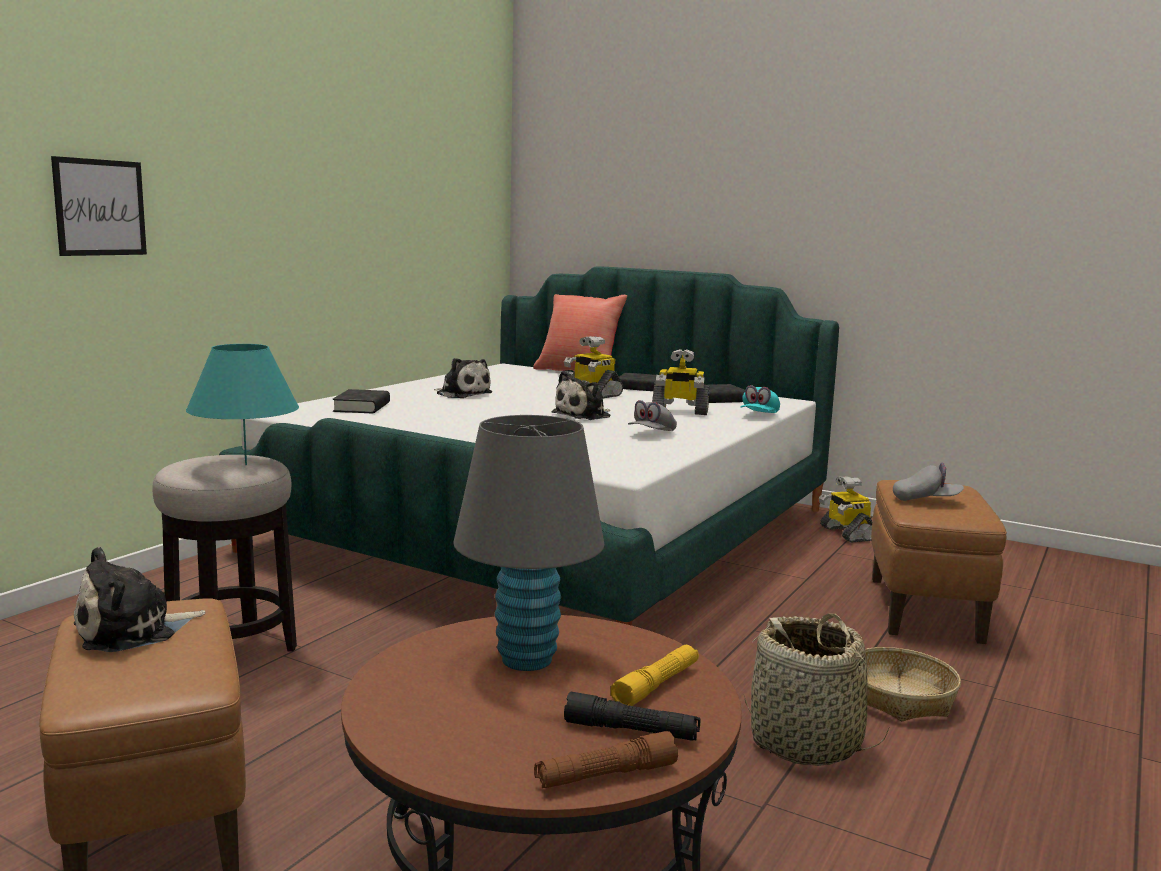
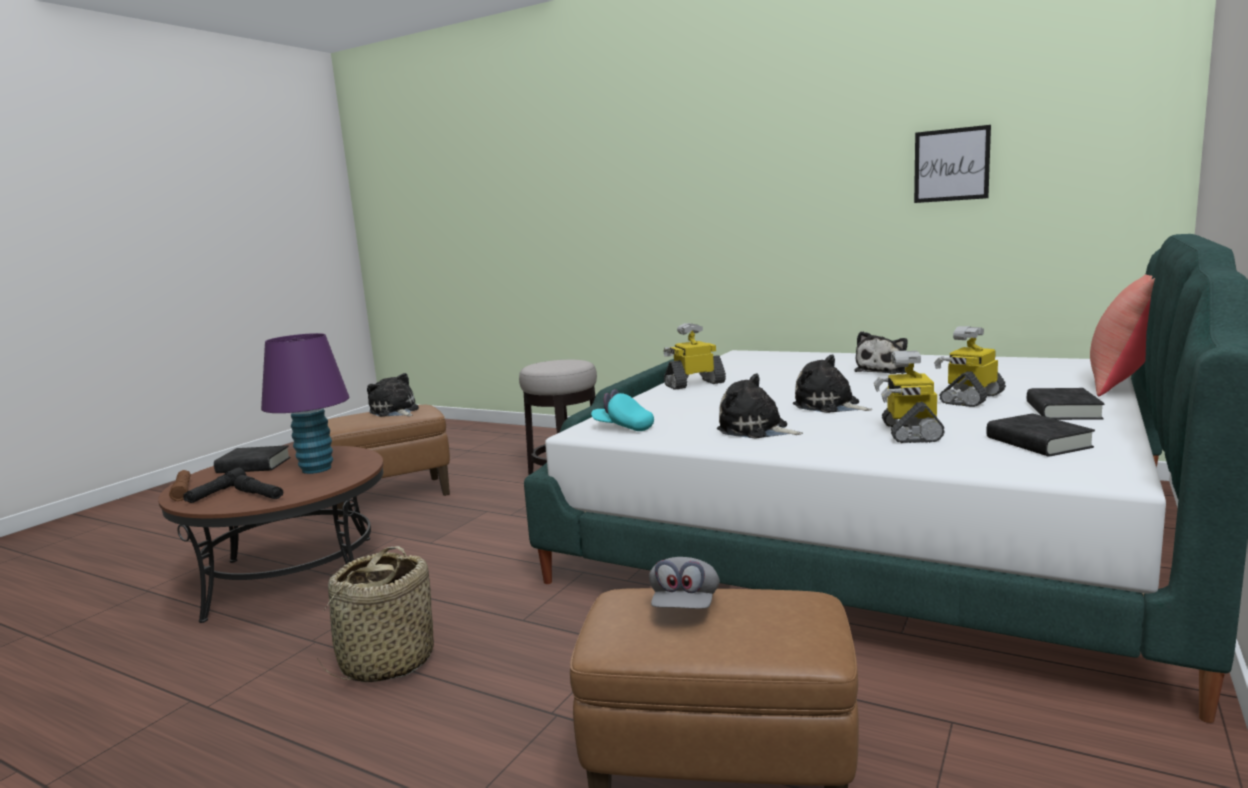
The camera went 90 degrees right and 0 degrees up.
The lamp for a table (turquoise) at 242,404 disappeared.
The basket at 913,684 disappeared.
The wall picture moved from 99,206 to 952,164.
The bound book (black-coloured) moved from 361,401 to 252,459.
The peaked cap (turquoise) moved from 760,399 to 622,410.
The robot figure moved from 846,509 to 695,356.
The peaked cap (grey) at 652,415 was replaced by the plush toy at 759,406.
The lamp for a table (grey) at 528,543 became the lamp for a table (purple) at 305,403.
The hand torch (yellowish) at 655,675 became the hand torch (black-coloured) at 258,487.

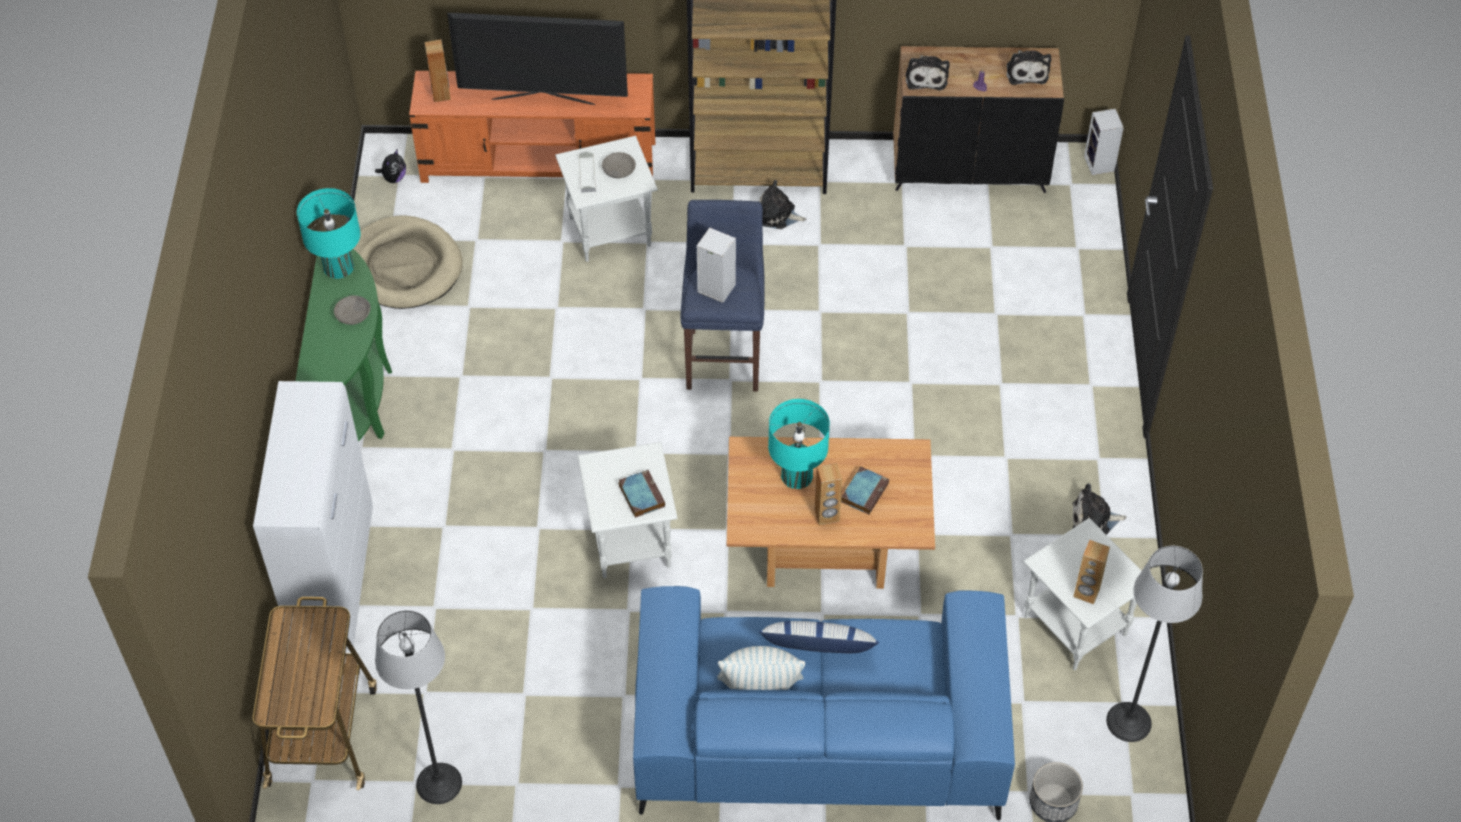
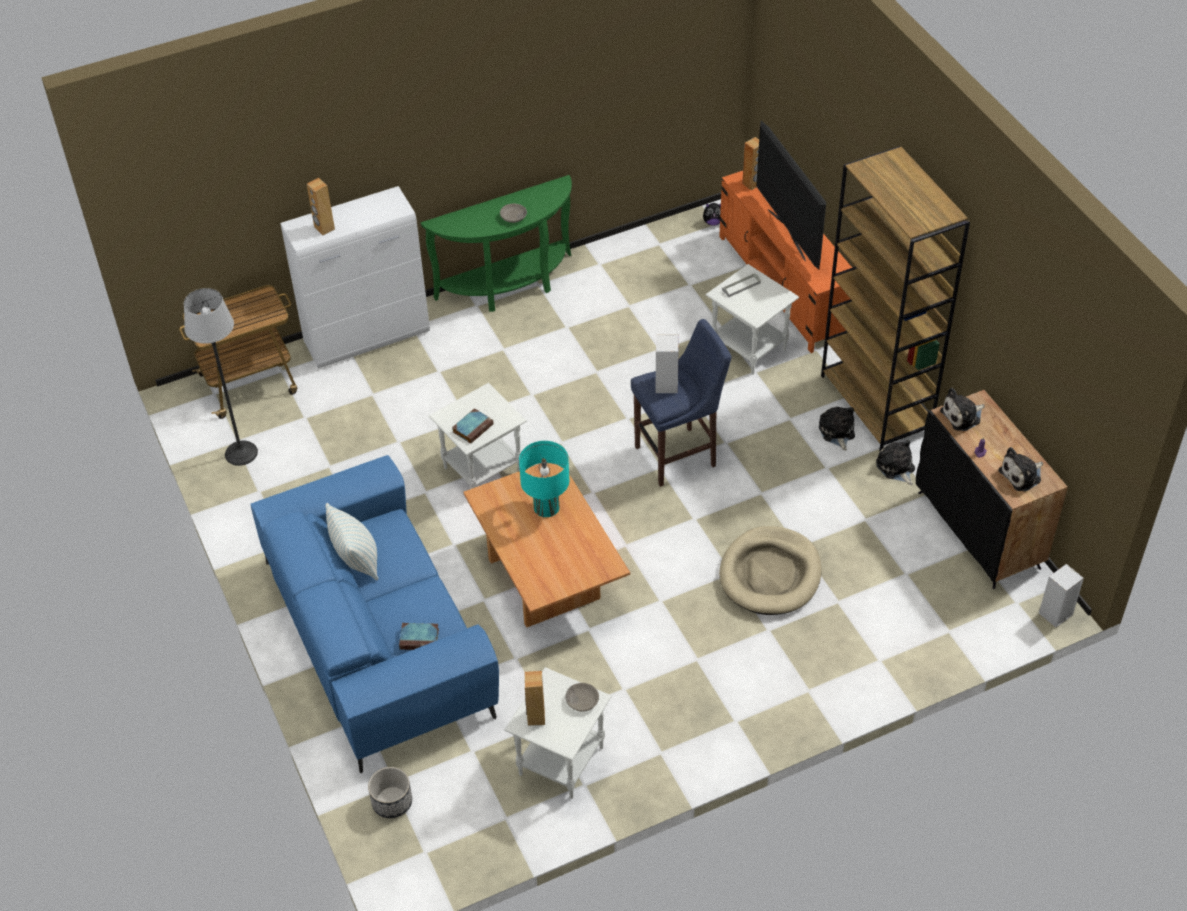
The camera went 65 degrees right and 5 degrees down.
The lamp for a table (turquoise) at 329,233 disappeared.
The cushion at 819,637 disappeared.
The standard lamp at 1154,644 disappeared.
The dog bed (beige-coloured) moved from 408,262 to 770,570.
The deep dish (grey) moved from 619,165 to 582,697.
The speaker (brown) moved from 828,494 to 321,206.
The bound book moved from 865,490 to 419,636.
The plush toy moved from 1100,509 to 895,462.

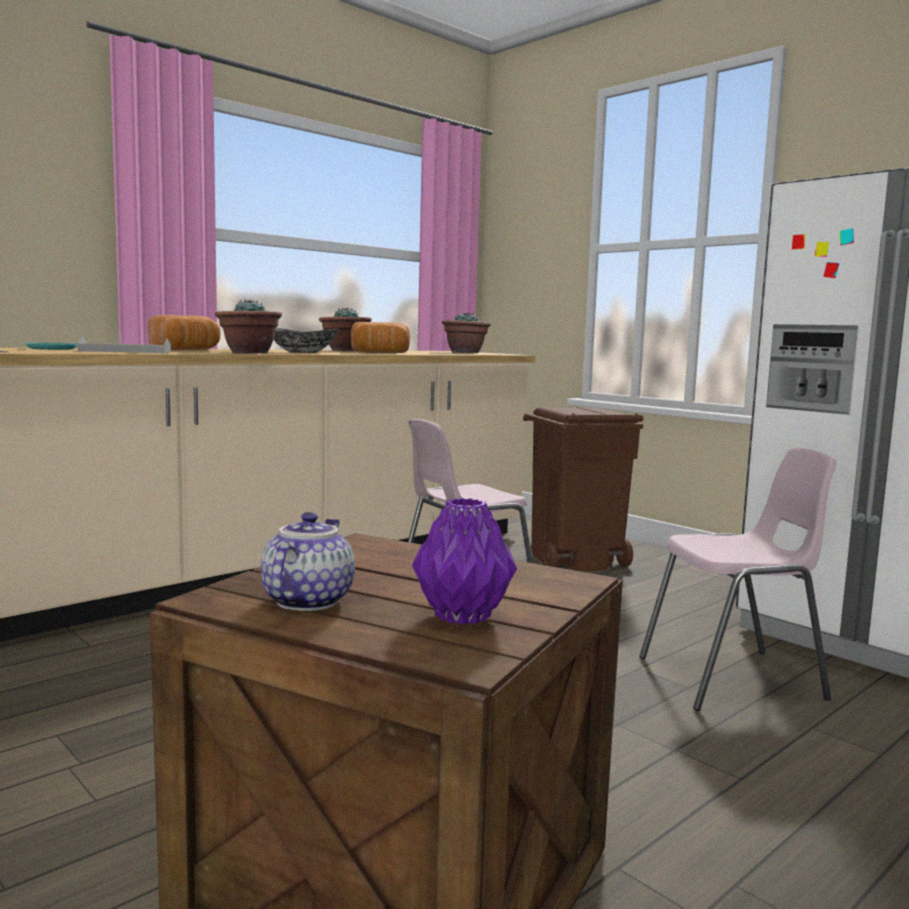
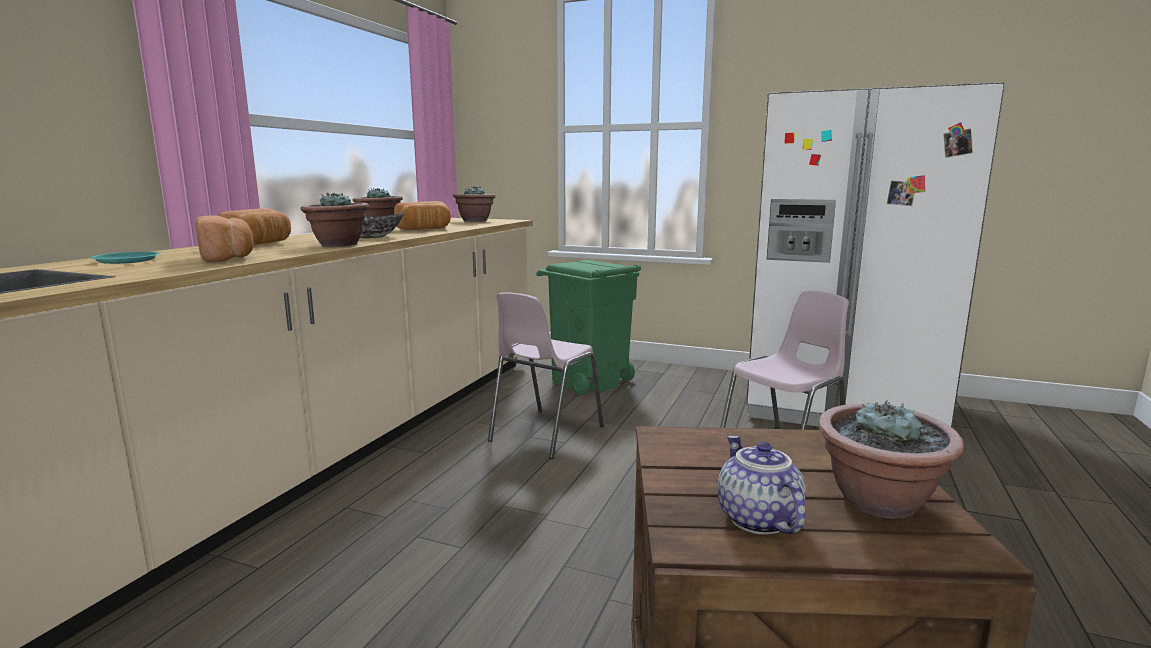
The camera went 25 degrees left and 5 degrees up.
The carrying tray (grey) at 124,344 was replaced by the baked bread at 224,238.
The flower vase (purple) at 464,561 was replaced by the potted plant at 891,459.
The waste bin (brown) at 583,489 became the waste bin (green-coloured) at 588,327.

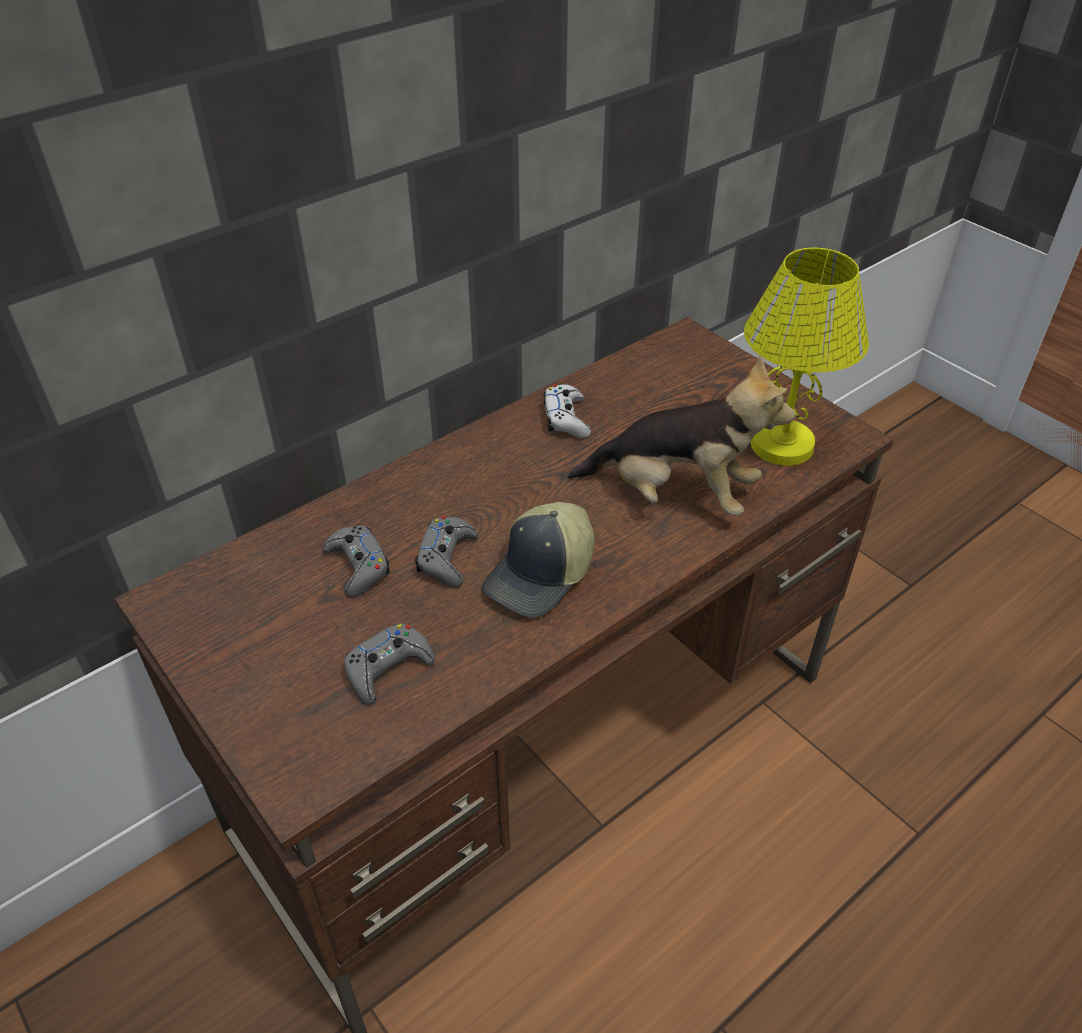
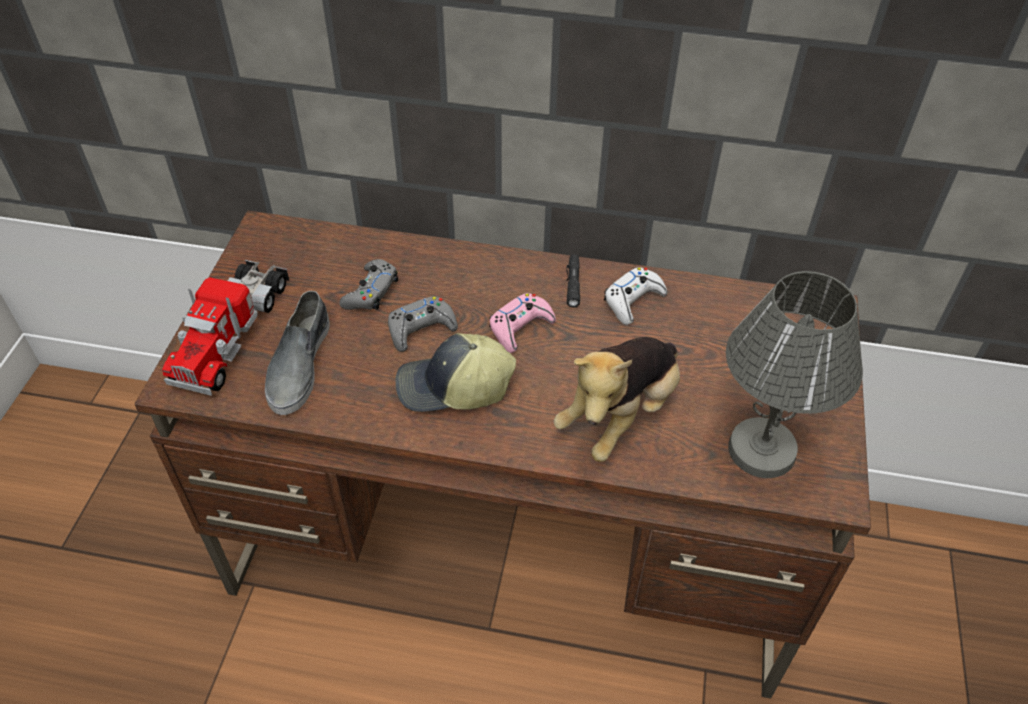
The camera went 50 degrees right and 5 degrees up.
The toy lorry at 225,328 appeared.
The game controller (pink-coloured) at 522,323 appeared.
The hand torch (black-coloured) at 573,280 appeared.
The game controller (grey) at 389,664 was replaced by the item of footwear (grey) at 297,353.
The lamp for a table (yellowish) at 806,357 became the lamp for a table (grey) at 794,374.
The plush toy at 681,436 turned 60 degrees clockwise.

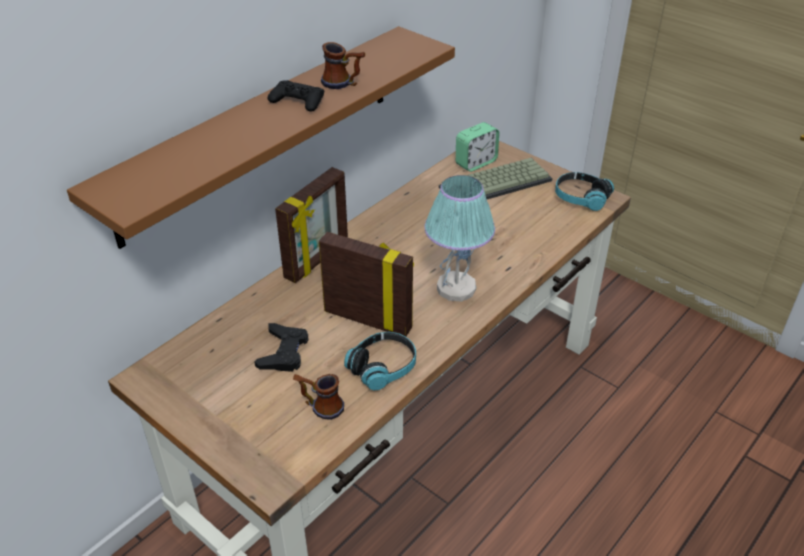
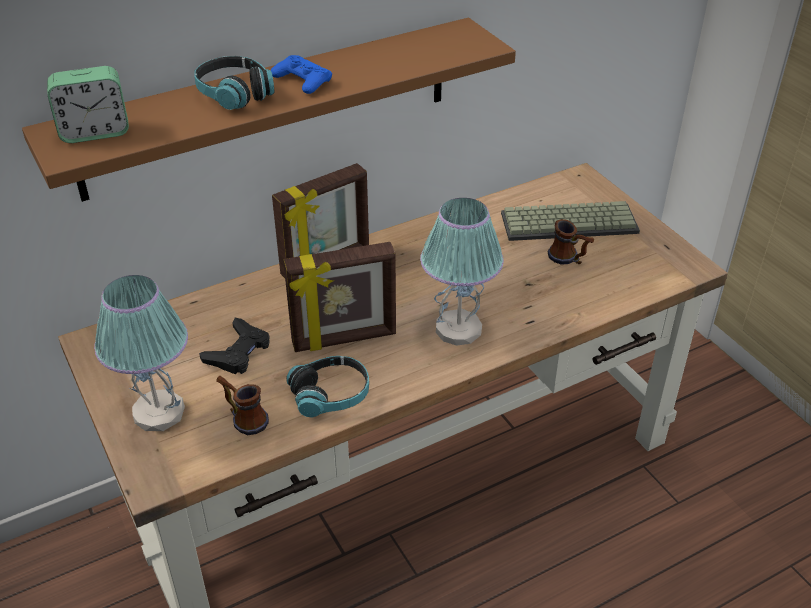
The camera went 20 degrees right and 0 degrees up.
The lamp for a table at 141,353 appeared.
The coffee mug moved from 343,65 to 571,242.
The table clock moved from 477,147 to 88,104.
The headset moved from 584,191 to 234,83.
The game controller (black-coloured) at 295,96 became the game controller (bluish) at 301,74.
The standing frame at 366,284 turned 120 degrees clockwise.

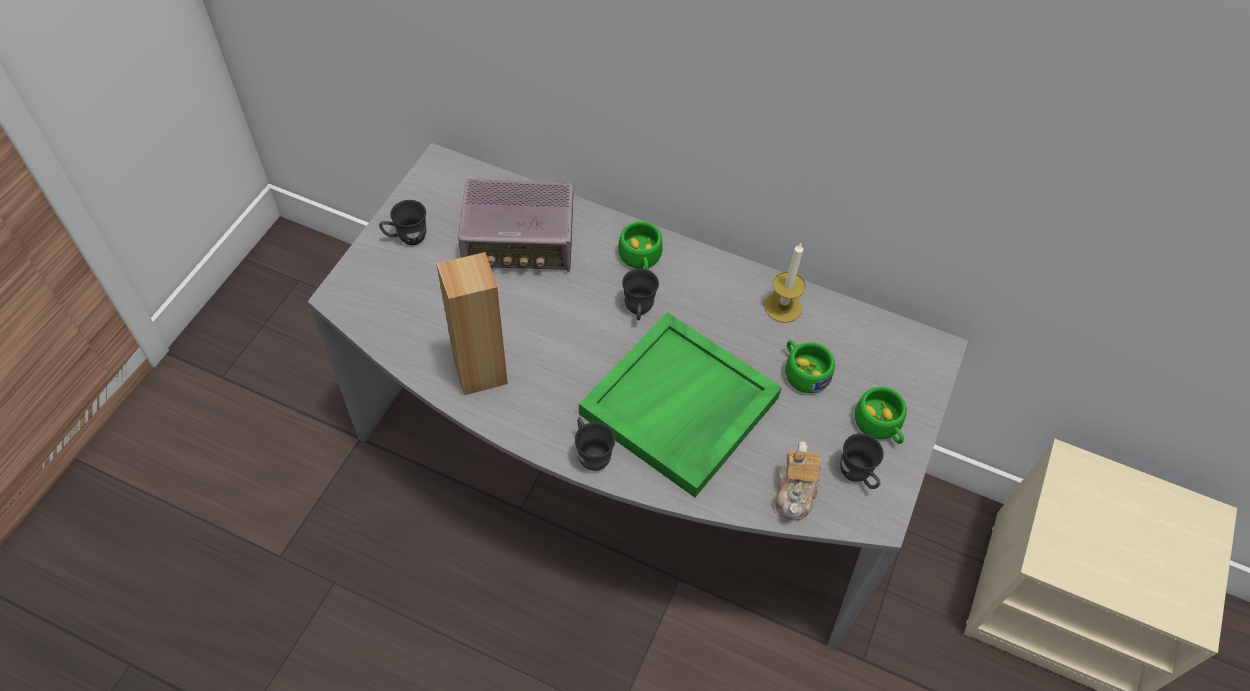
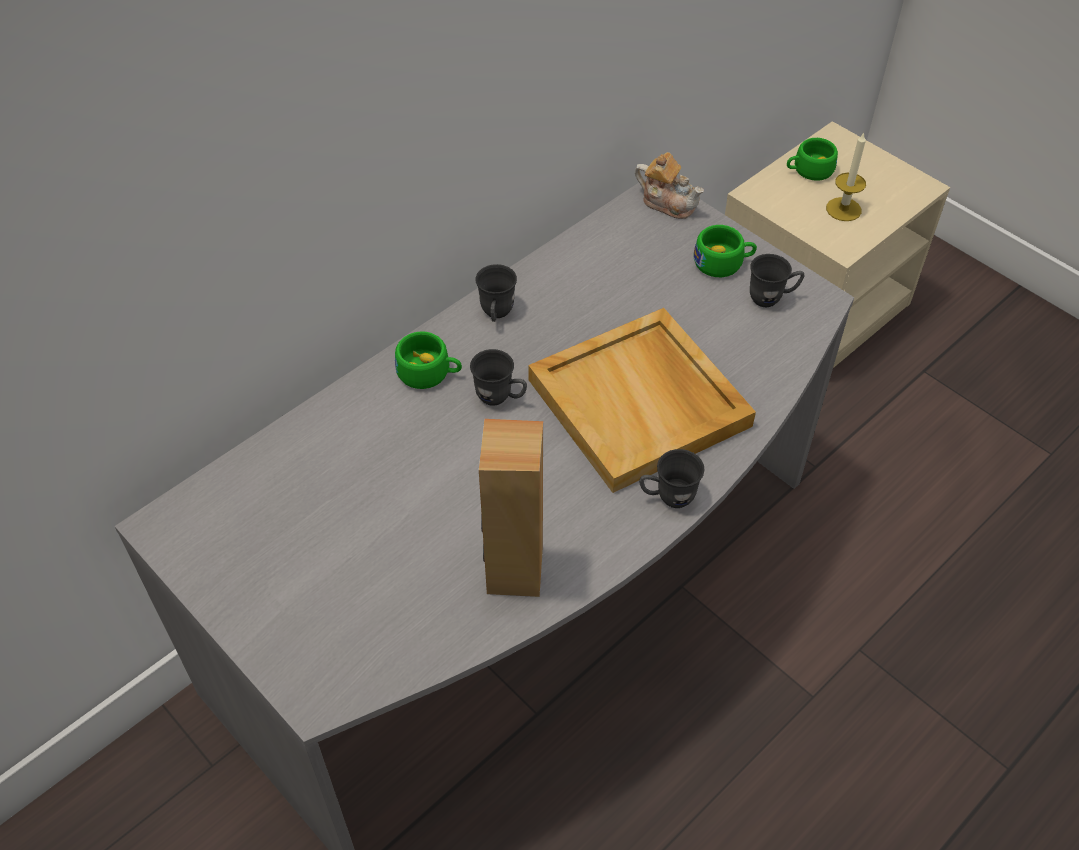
The camera went 65 degrees left and 5 degrees down.
The radio at 515,225 disappeared.
The coffee mug (grey) moved from 402,222 to 496,293.
The candle moved from 785,283 to 846,177.
The tea pot moved from 798,480 to 669,185.
The drinking cup (green-coloured) moved from 810,366 to 812,159.
The carrying tray (green-coloured) at 680,404 became the carrying tray (beige-coloured) at 642,400.

